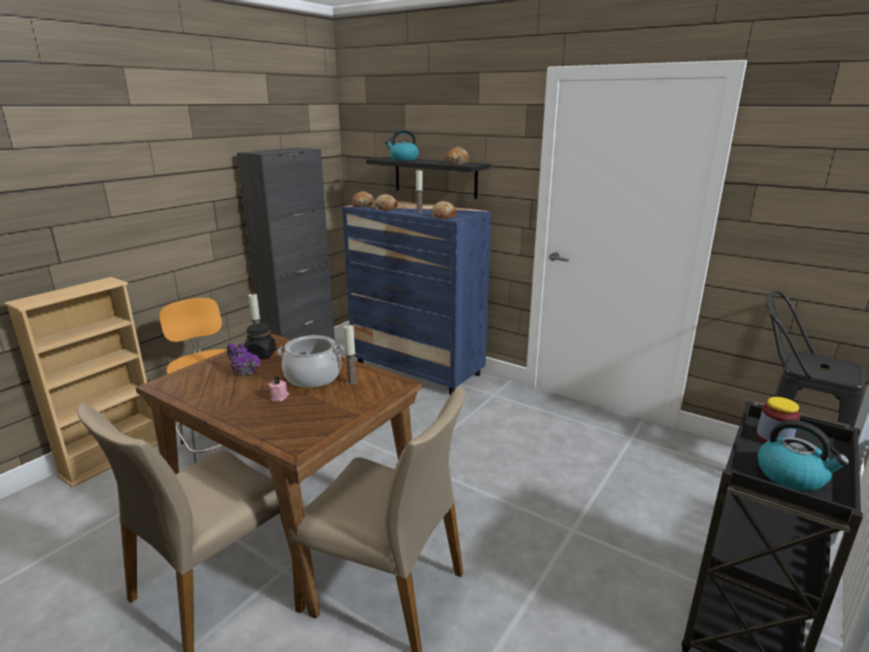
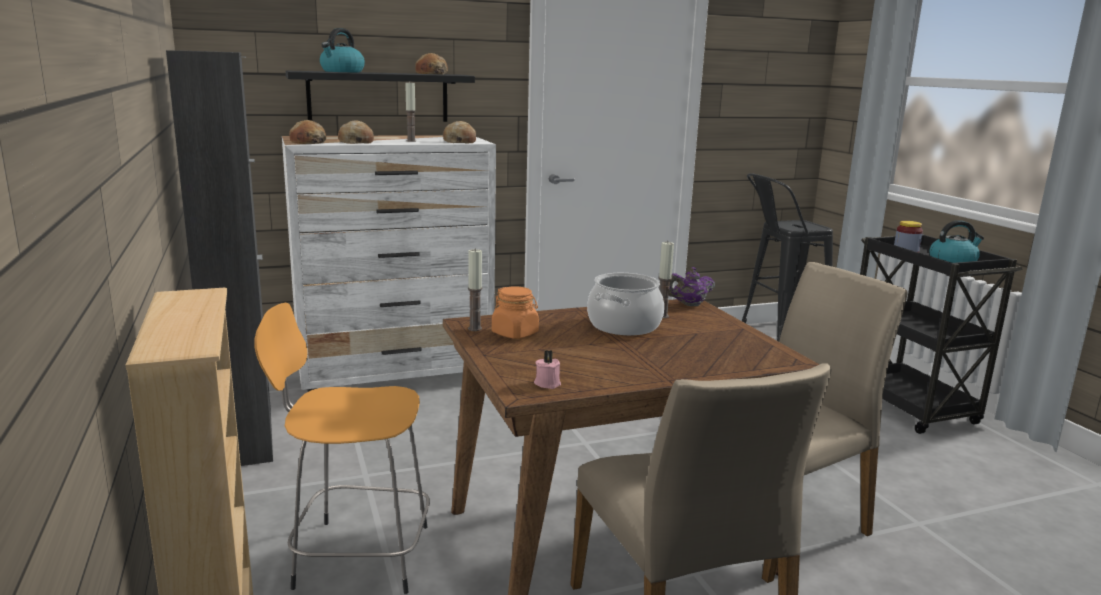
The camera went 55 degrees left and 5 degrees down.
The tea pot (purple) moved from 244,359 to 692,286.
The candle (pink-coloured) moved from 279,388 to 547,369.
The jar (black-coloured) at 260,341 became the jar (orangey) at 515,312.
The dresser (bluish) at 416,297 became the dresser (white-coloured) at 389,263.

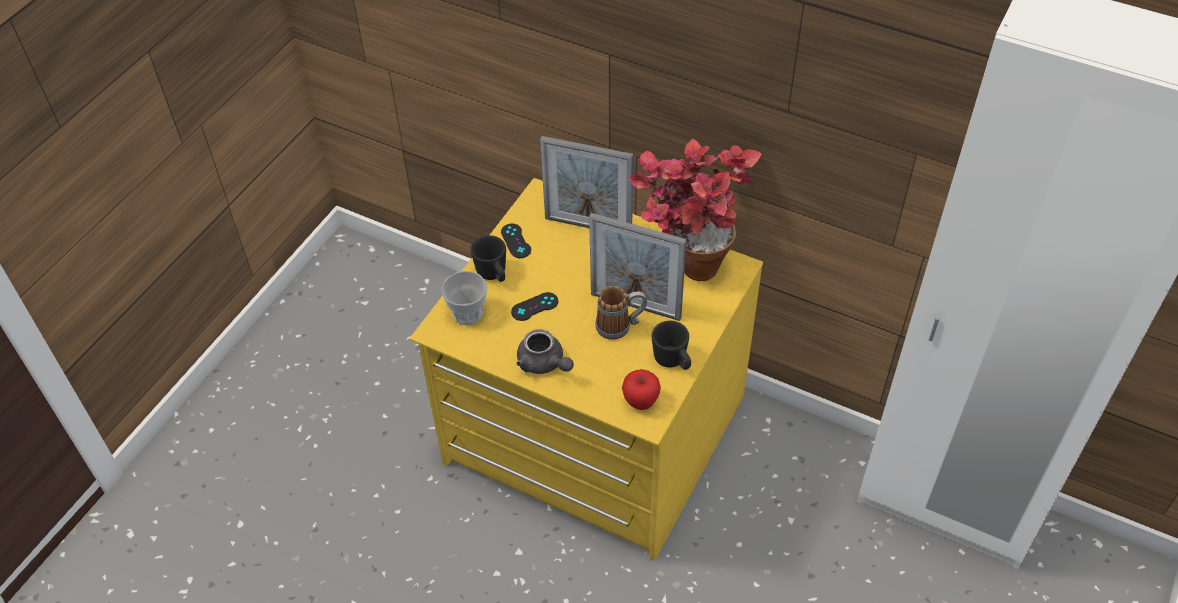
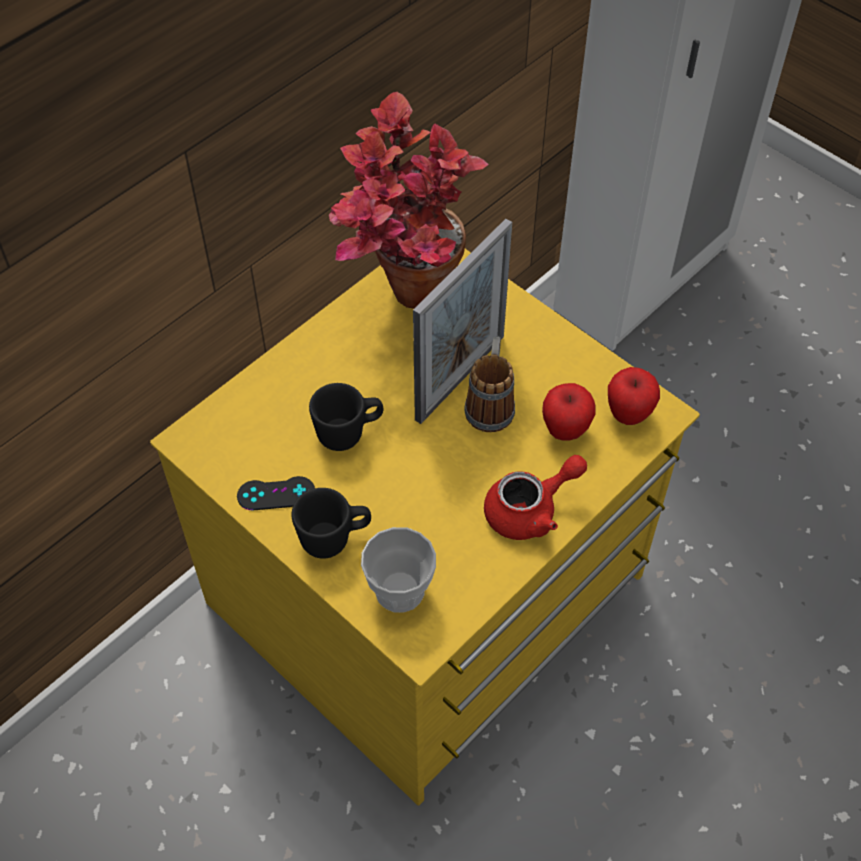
The camera went 75 degrees left and 5 degrees up.
The game controller (black-coloured) at 534,306 disappeared.
The standing frame at 586,182 disappeared.
The apple at 569,412 appeared.
The coffee mug (black-coloured) moved from 671,345 to 346,417.
The tea pot (grey) at 545,351 became the tea pot (red-coloured) at 535,497.

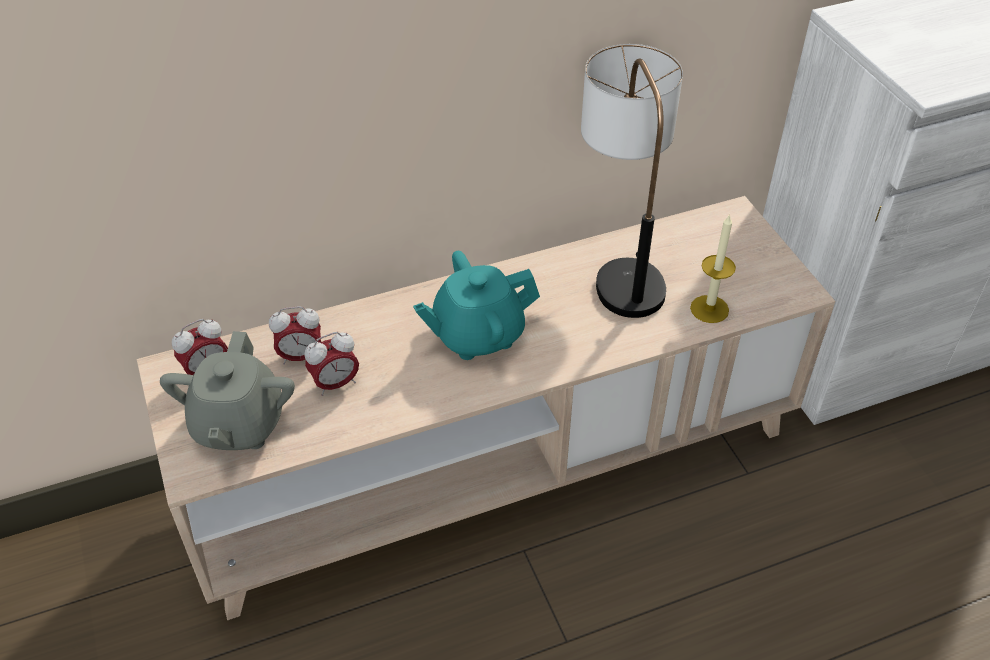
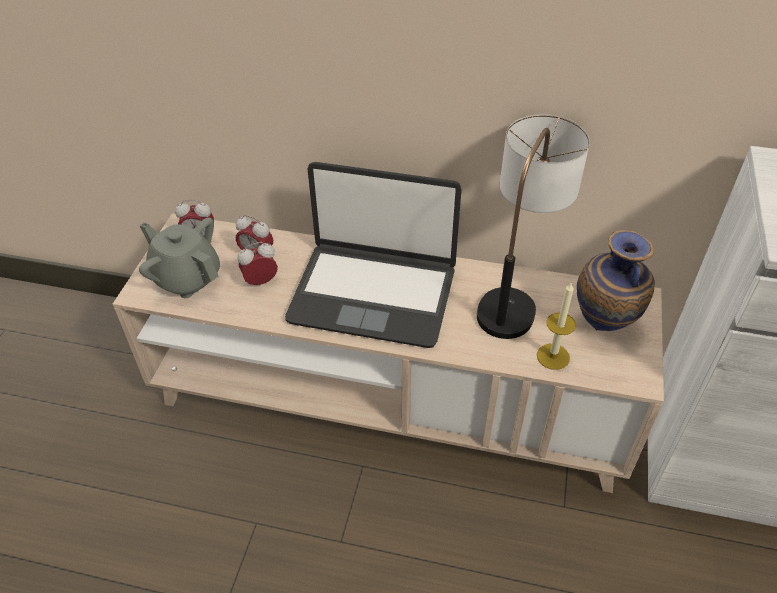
The camera went 35 degrees right and 0 degrees up.
The flower vase at 616,280 appeared.
The tea pot (turquoise) at 476,305 was replaced by the laptop at 373,255.
The tea pot (grey) at 227,390 turned 90 degrees clockwise.
The table clock at 331,364 turned 150 degrees clockwise.

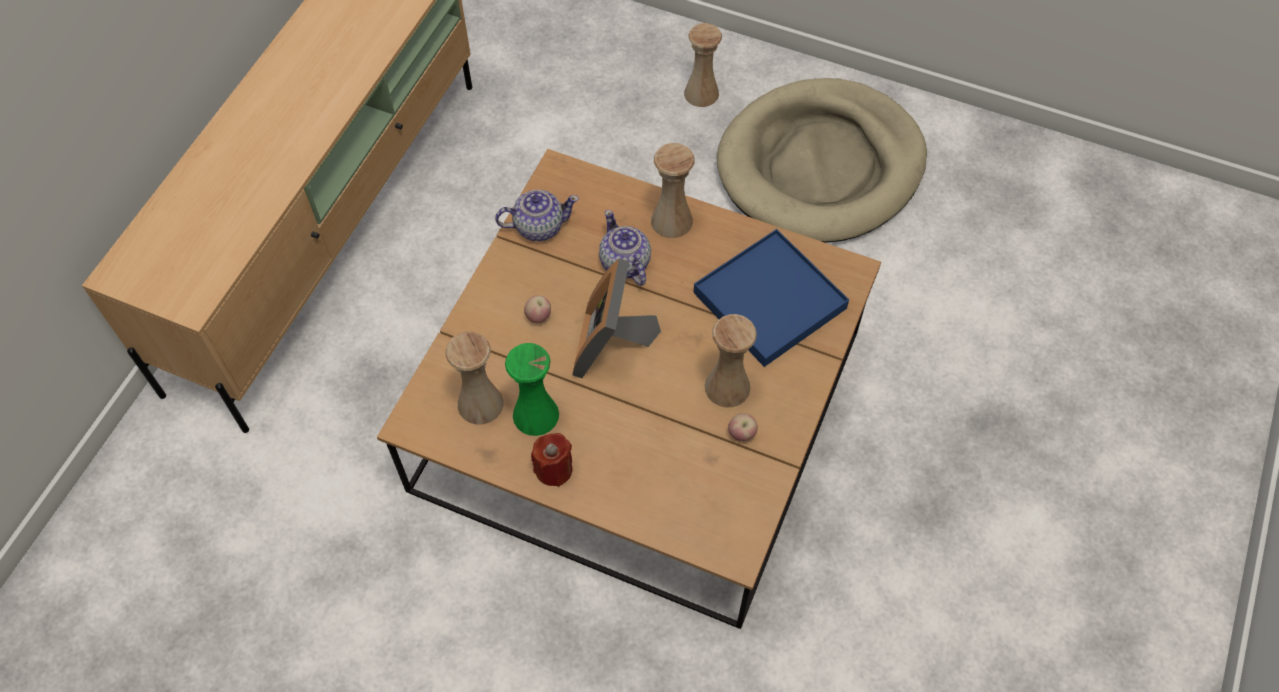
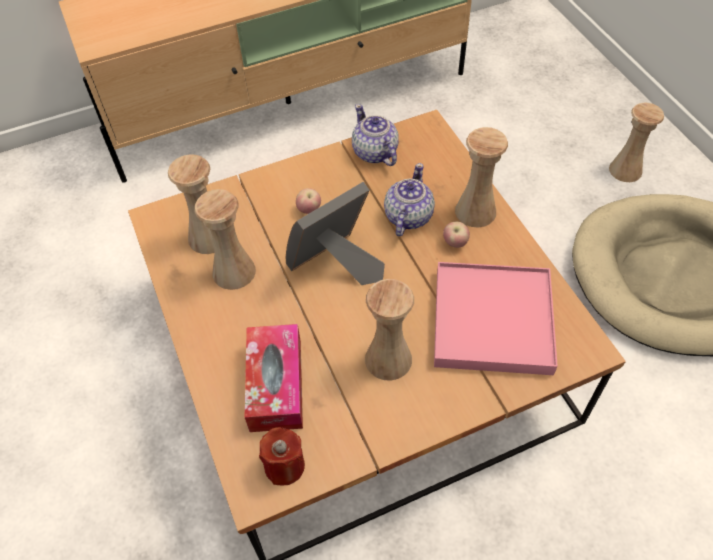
The camera went 45 degrees right and 5 degrees down.
The box of tissues at 274,378 appeared.
The candle (red-coloured) moved from 551,460 to 282,456.
The apple moved from 743,427 to 456,235.
The flower vase (green-coloured) at 532,389 became the flower vase (beige-coloured) at 225,239.
The carrying tray (bluish) at 771,298 became the carrying tray (pink-coloured) at 496,318.
The tea pot at 537,215 turned 150 degrees counterclockwise.

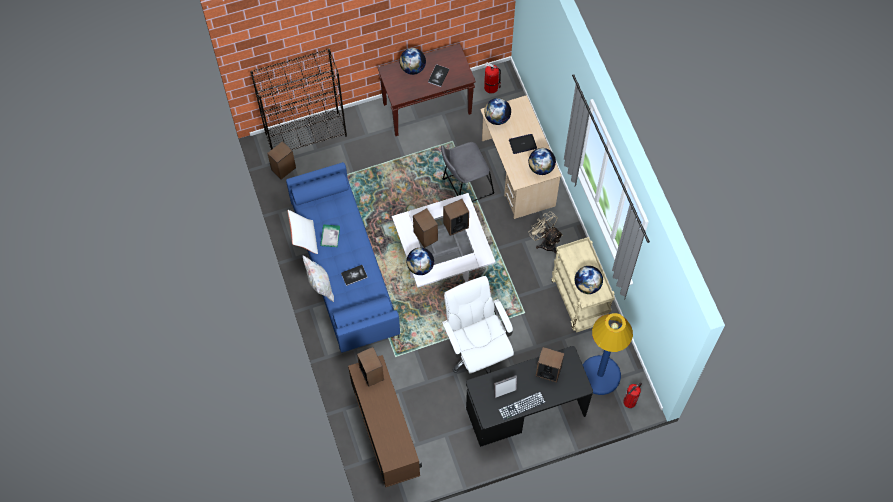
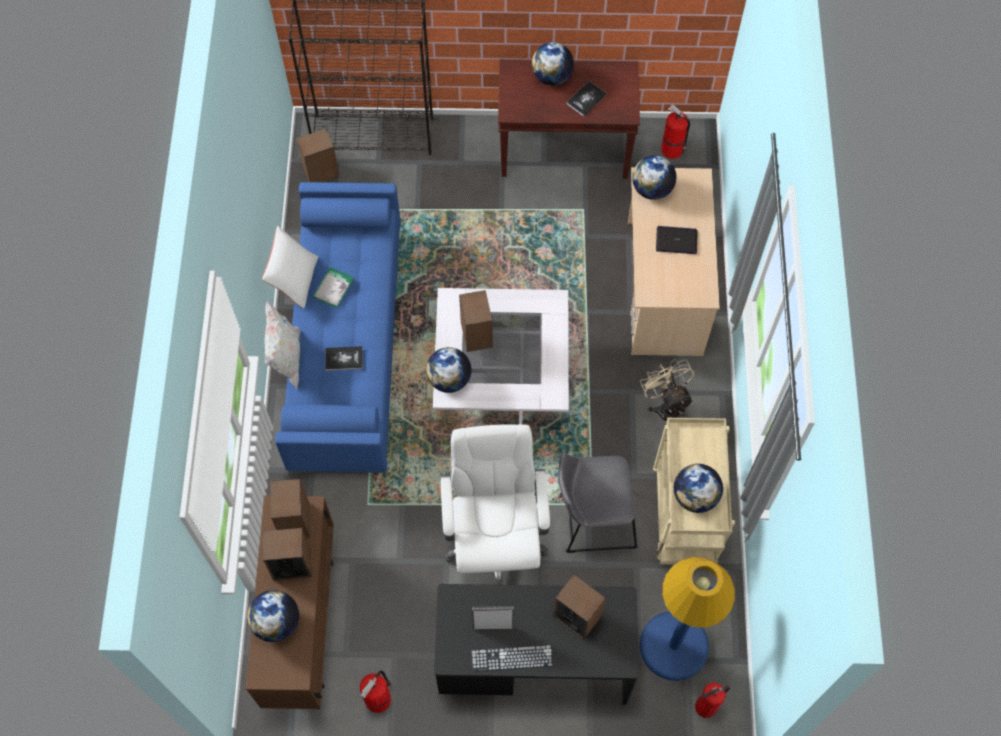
The camera went 20 degrees right and 0 degrees up.
The extinguisher at 375,692 appeared.
The stool (grey) moved from 468,172 to 598,502.
The speaker moved from 456,217 to 286,554.
The globe moved from 542,161 to 273,616.

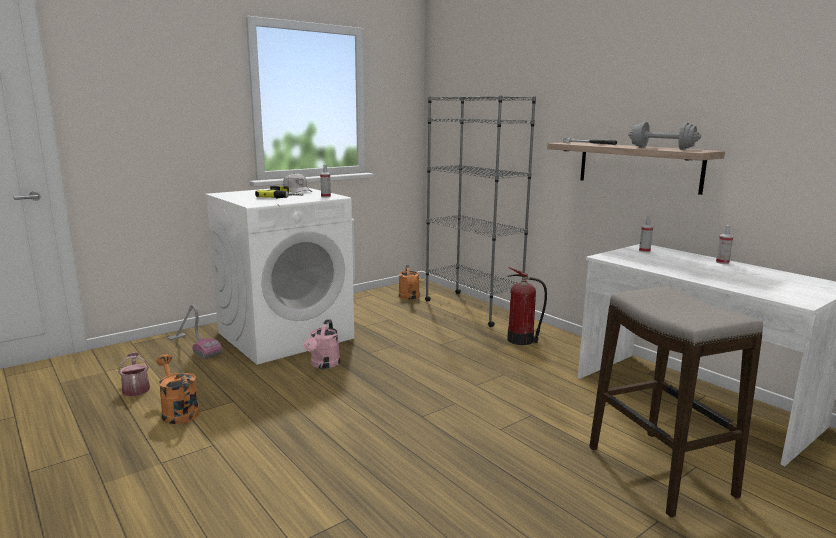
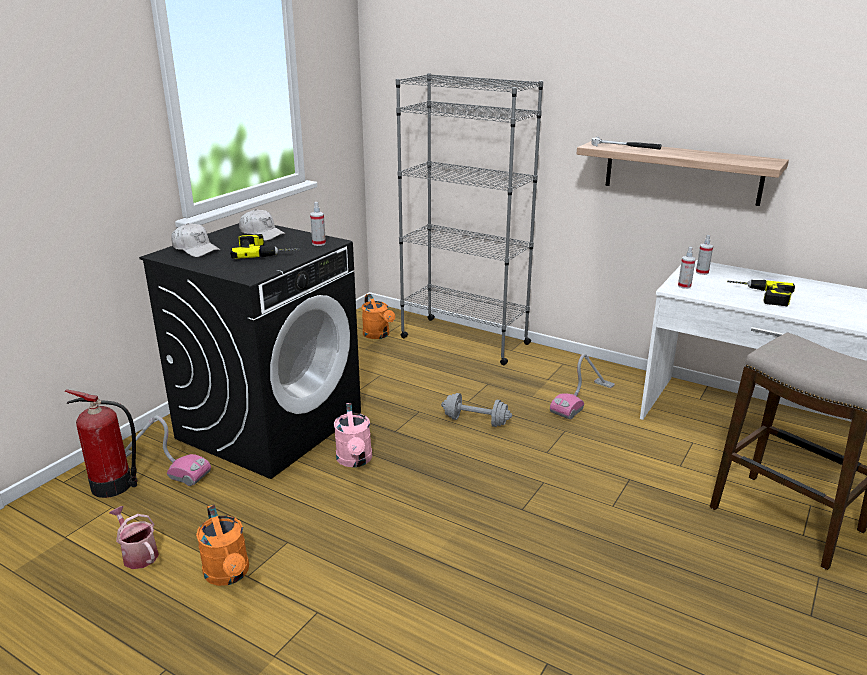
The camera went 20 degrees left and 10 degrees up.
The peaked cap (white-coloured) at 195,240 appeared.
The vacuum cleaner at 582,386 appeared.
The drill at 761,293 appeared.
The extinguisher moved from 527,306 to 101,443.
The free weight (grey) moved from 664,136 to 476,410.
The hand sprayer moved from 724,244 to 687,268.
The washing machine (white-coloured) at 279,276 became the washing machine (black-coloured) at 250,351.
The watering pot (orangey) at 177,389 turned 150 degrees counterclockwise.

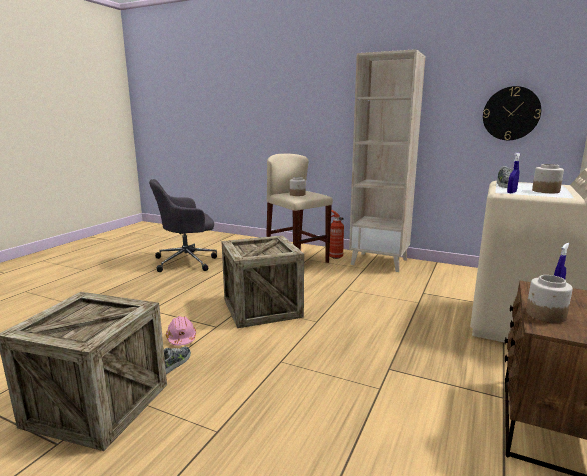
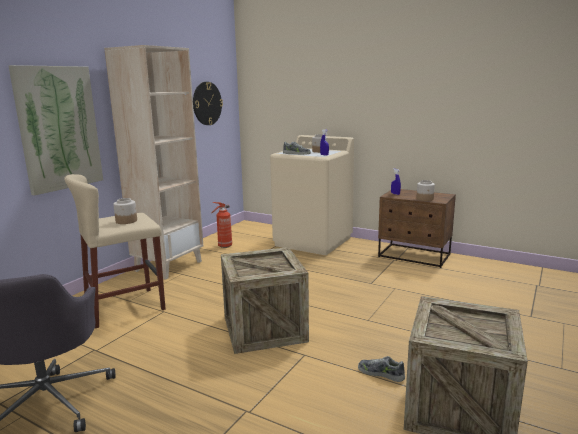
The camera went 85 degrees left and 0 degrees up.
The hard hat (pink-coloured) at 181,331 disappeared.
The wall picture at 55,130 appeared.
The extinguisher moved from 336,234 to 221,225.

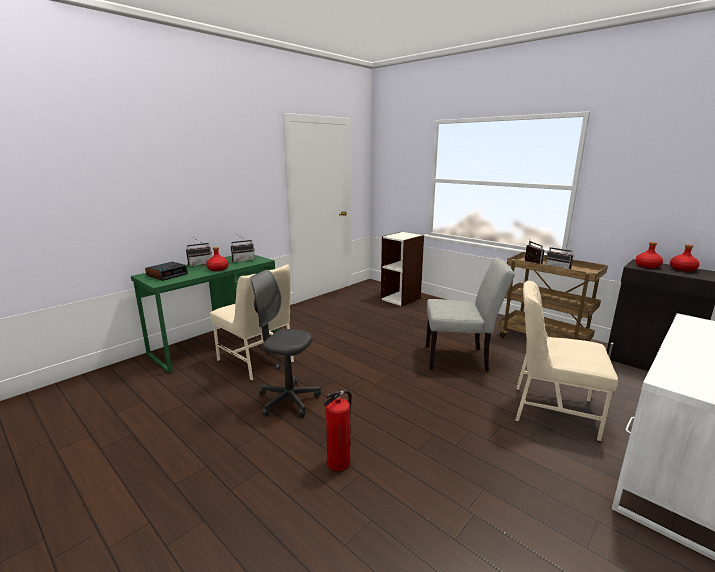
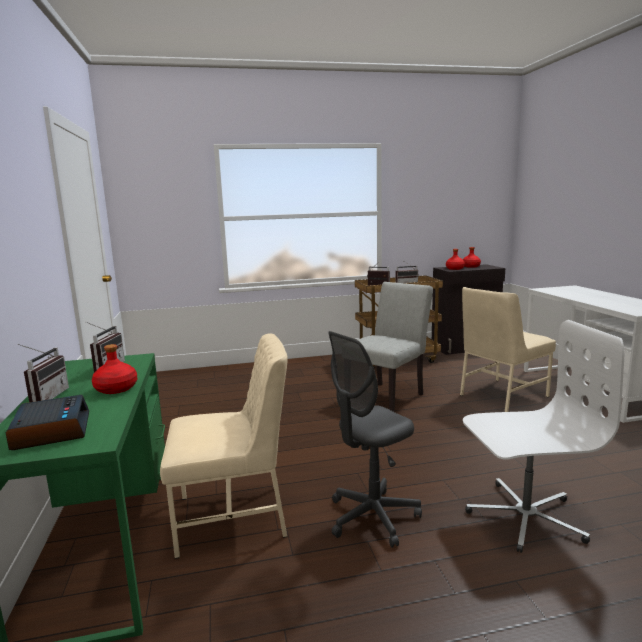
The camera went 55 degrees left and 5 degrees down.
The bookcase at 402,269 disappeared.
The extinguisher at 338,430 was replaced by the desk chair (white-coloured) at 543,436.

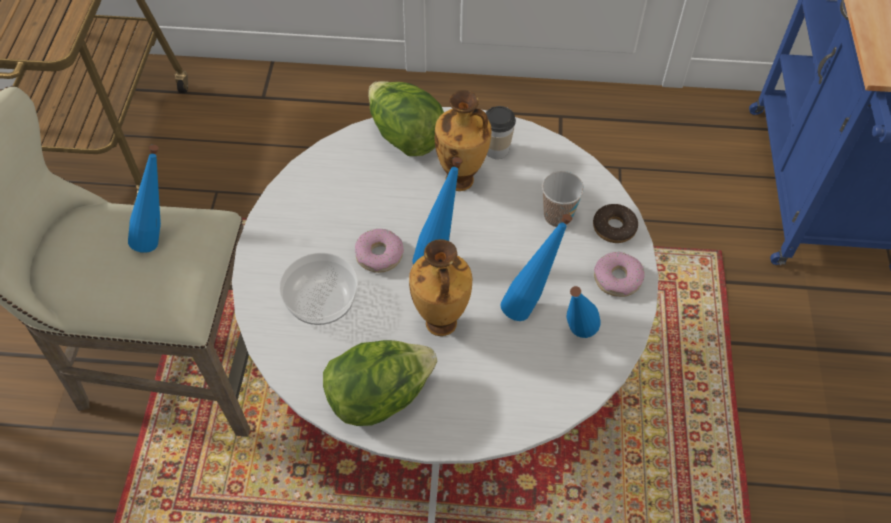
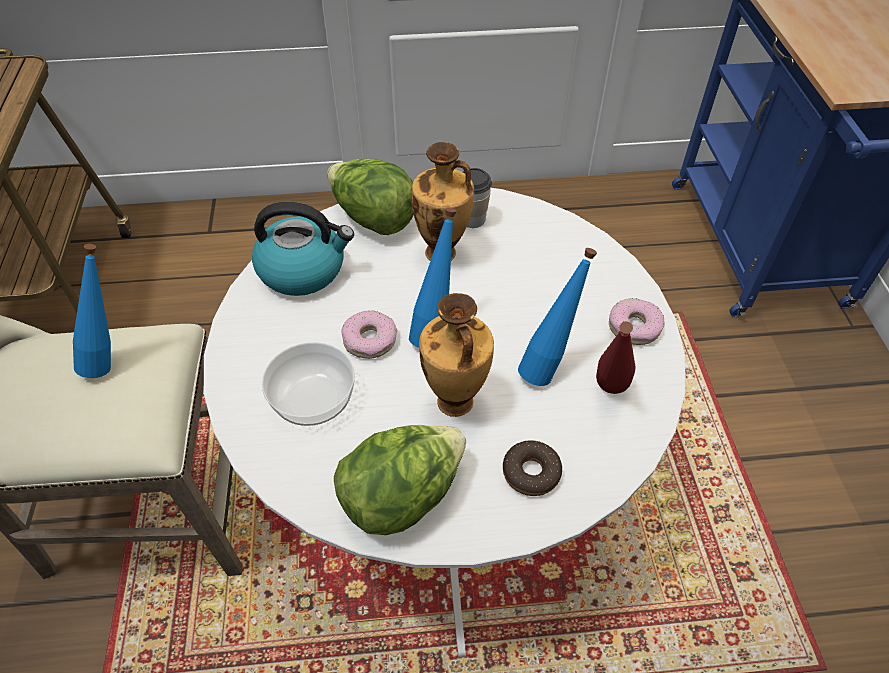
The camera went 10 degrees left and 5 degrees down.
The drinking cup at 563,199 disappeared.
The kettle at 303,249 appeared.
The donut moved from 615,223 to 532,468.
The drink bottle (bluish) at 583,312 became the drink bottle (red-coloured) at 616,357.

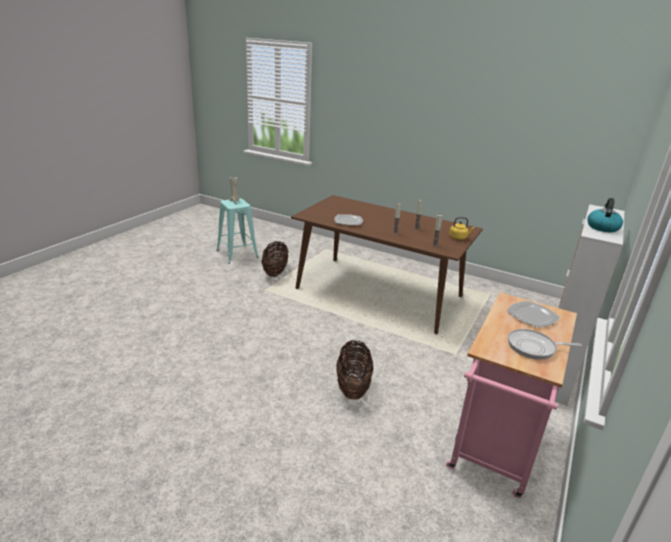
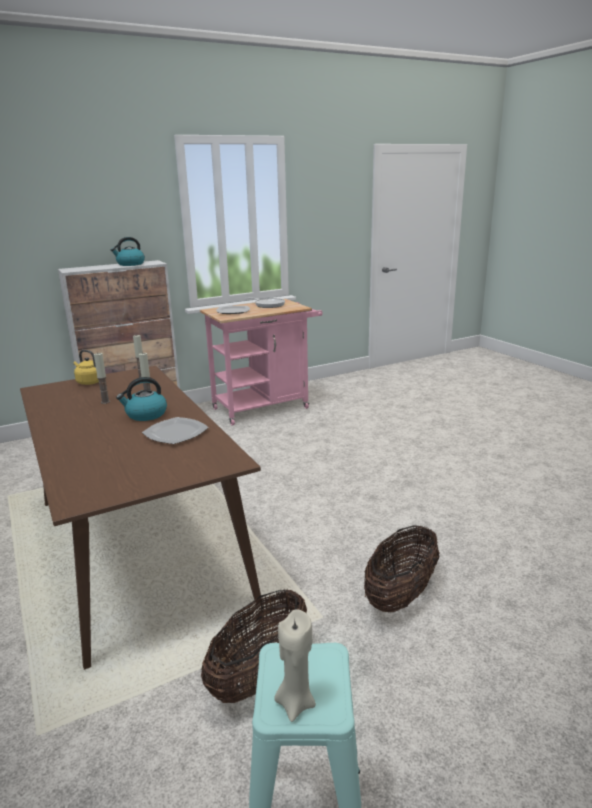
The camera went 145 degrees left and 5 degrees down.
The kettle at 141,399 appeared.
The basket moved from 354,370 to 402,568.

